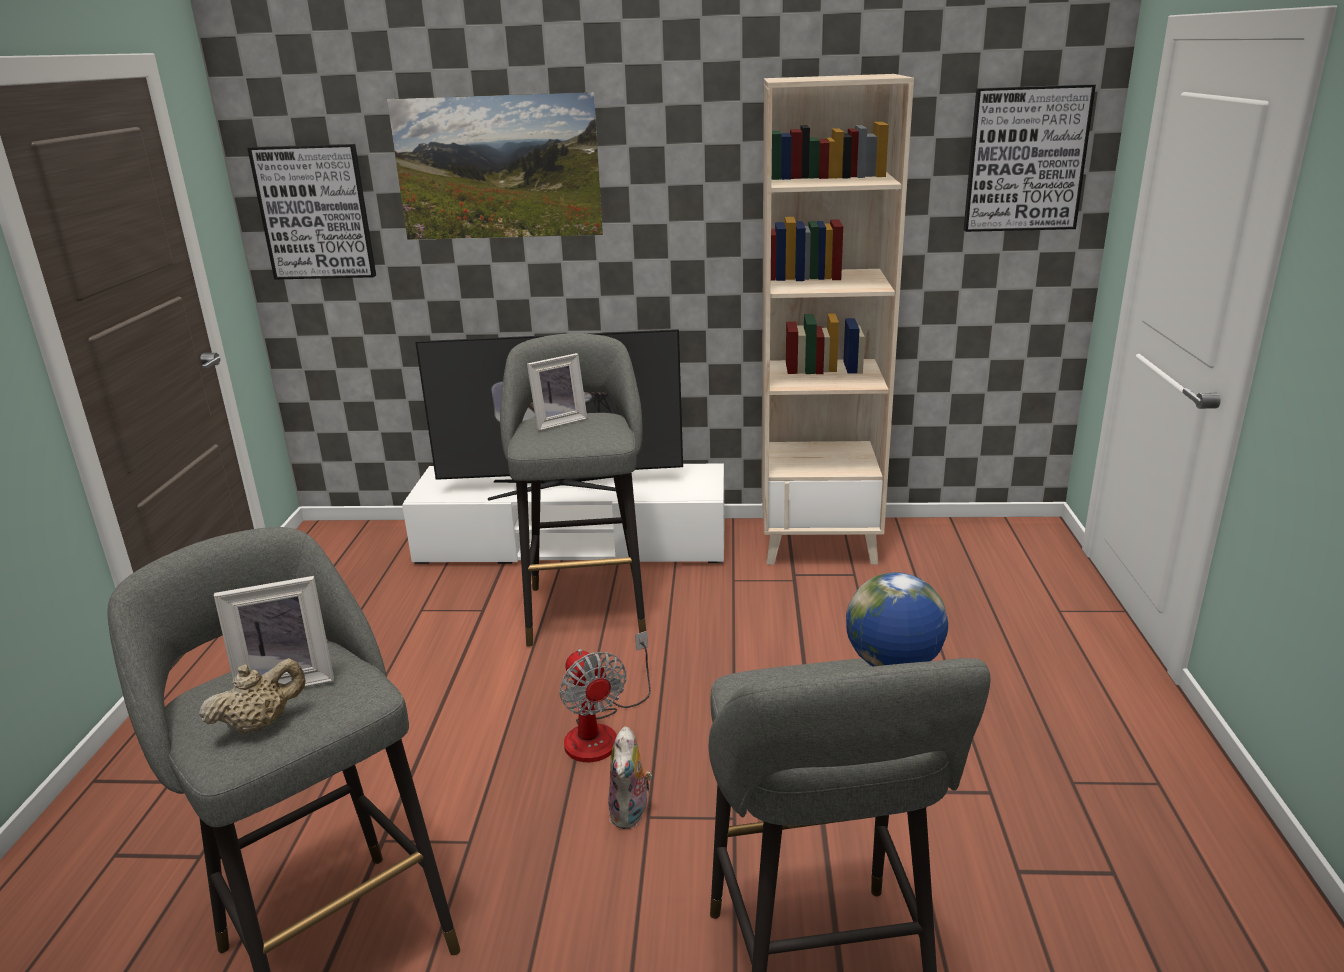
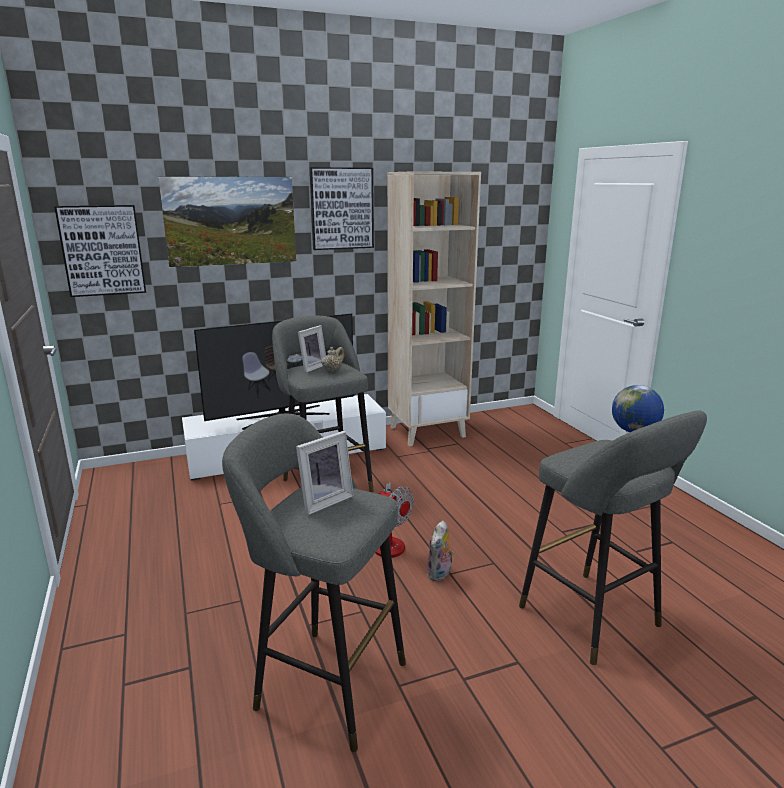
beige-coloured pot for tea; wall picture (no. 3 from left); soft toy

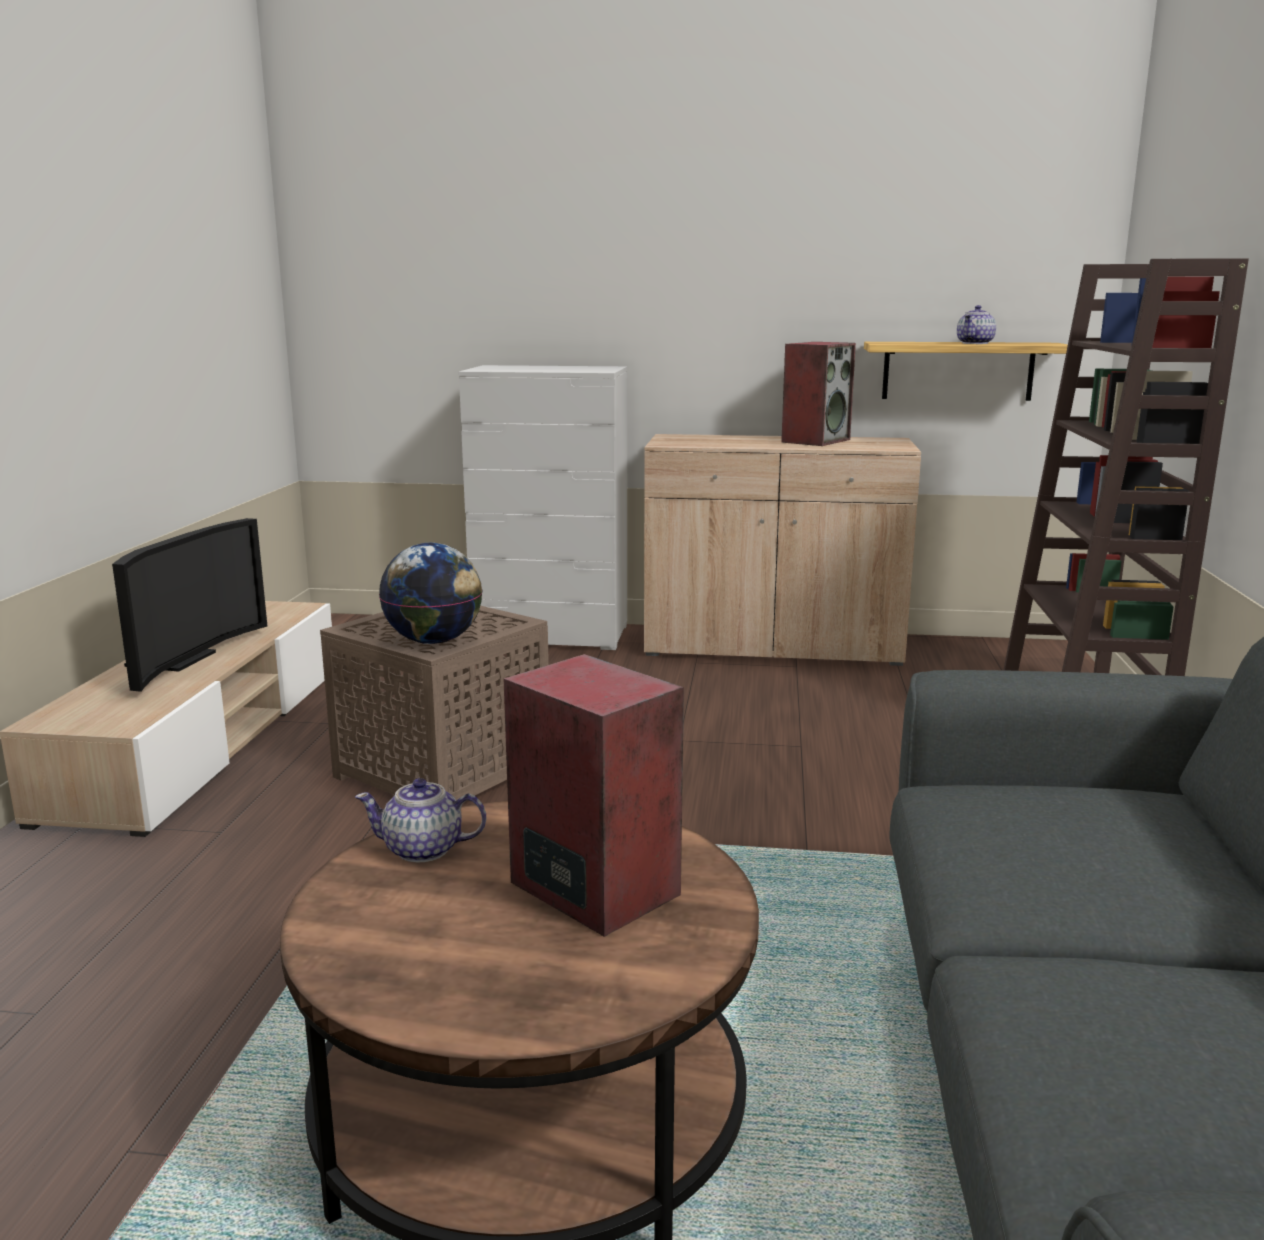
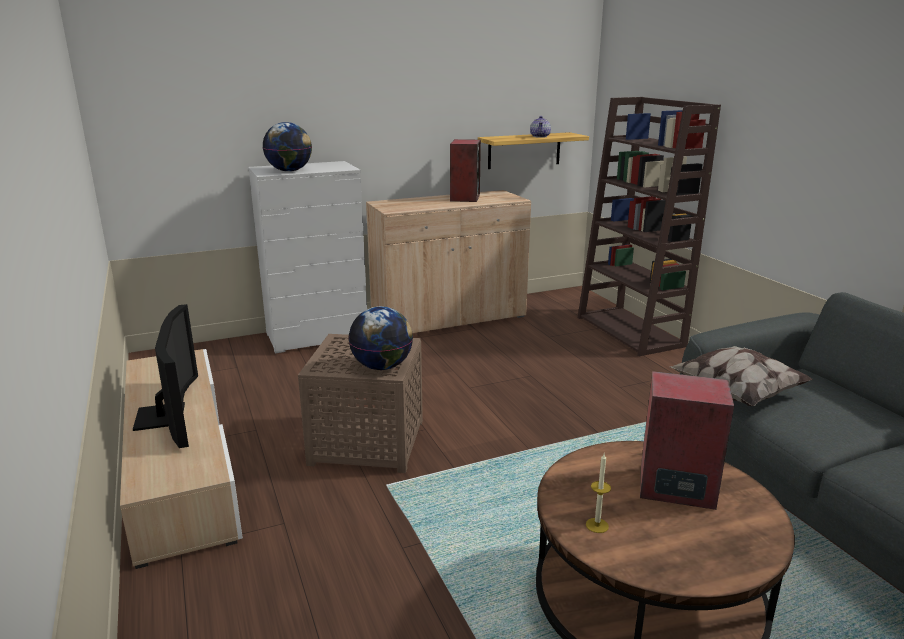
pot for tea (no. 1 from left in the first image); world globe (no. 1 from left); wax candle; cushion

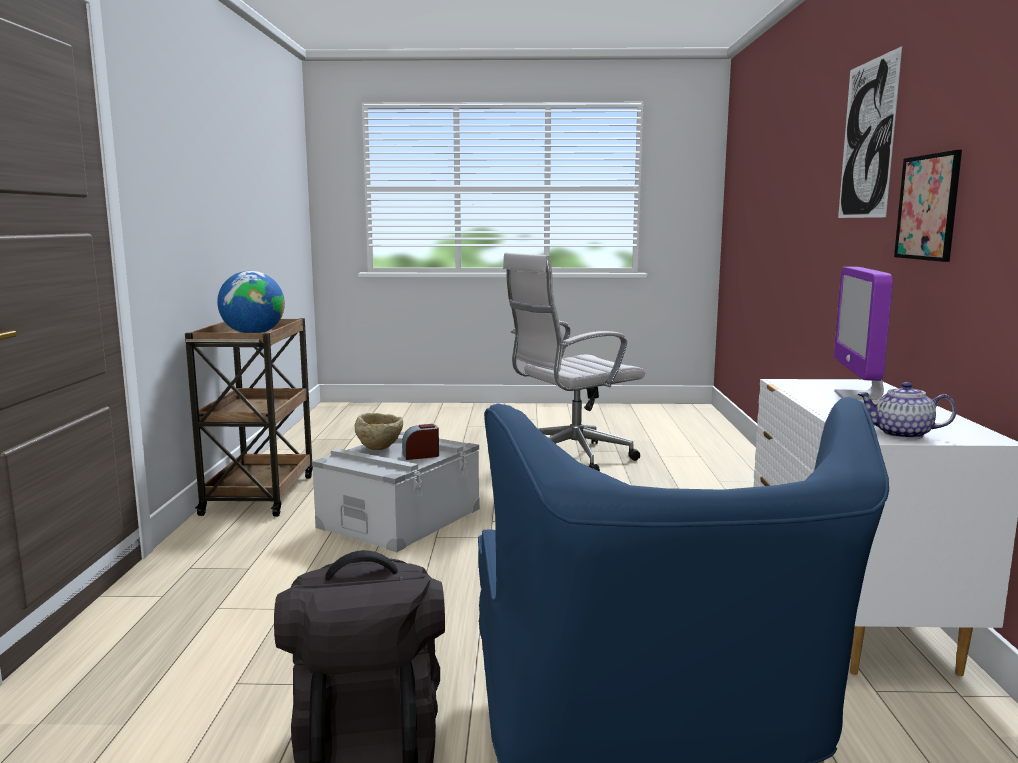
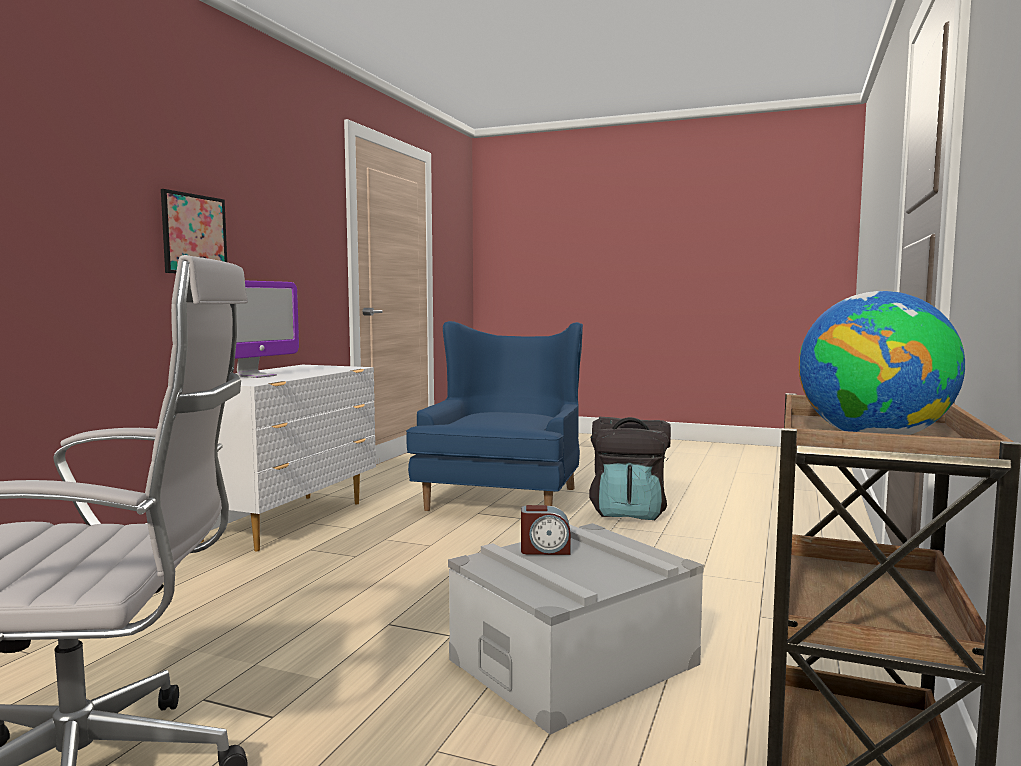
beige-coloured deep dish; wall picture (no. 1 from left in the first image); pot for tea

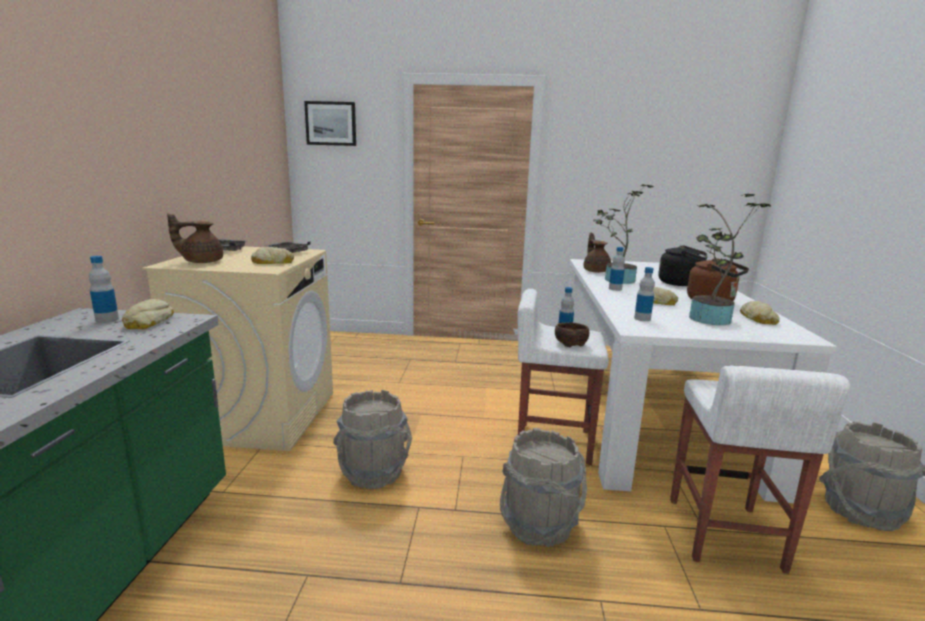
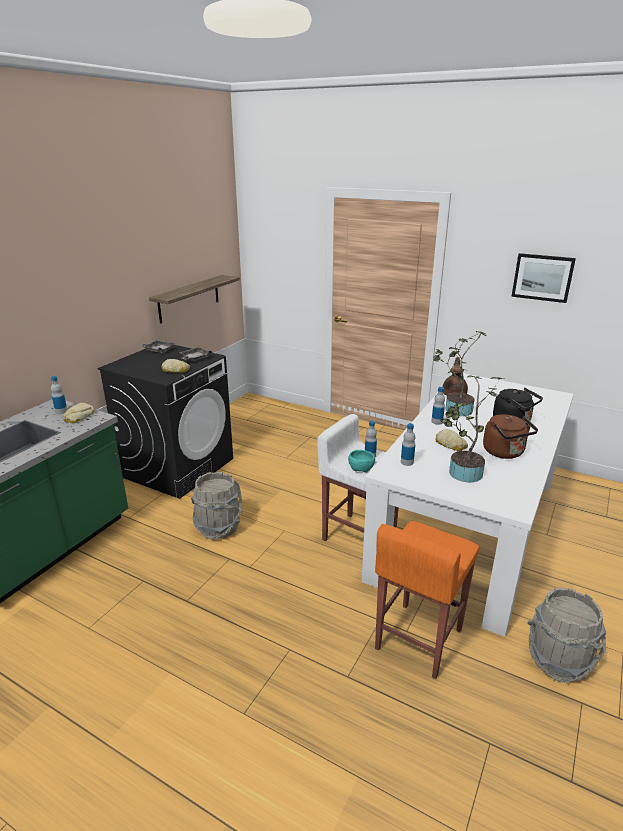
brown-coloured pot for tea (no. 1 from left in the first image); gray pail (no. 2 from left in the first image); bakery bread (no. 4 from left in the first image); shelf; wall picture; black laundry appliance; turquoise-coloured deep dish; orange stool seat

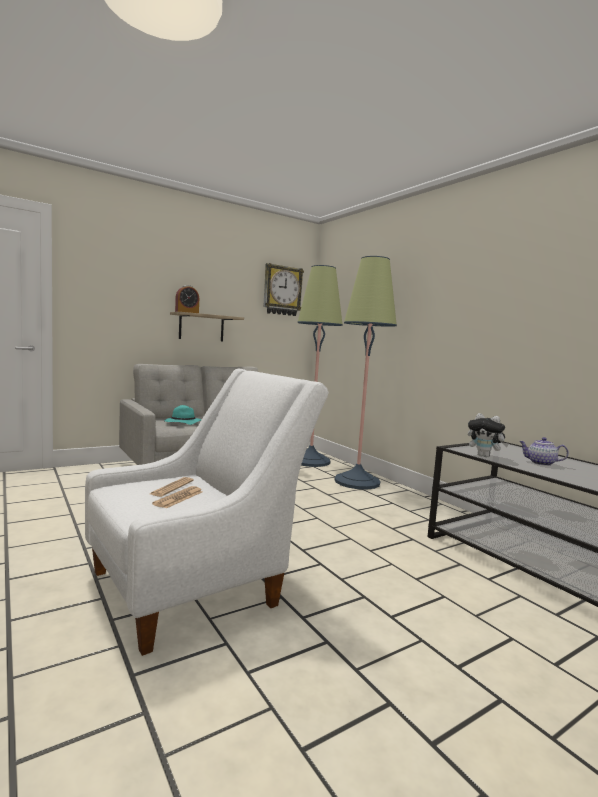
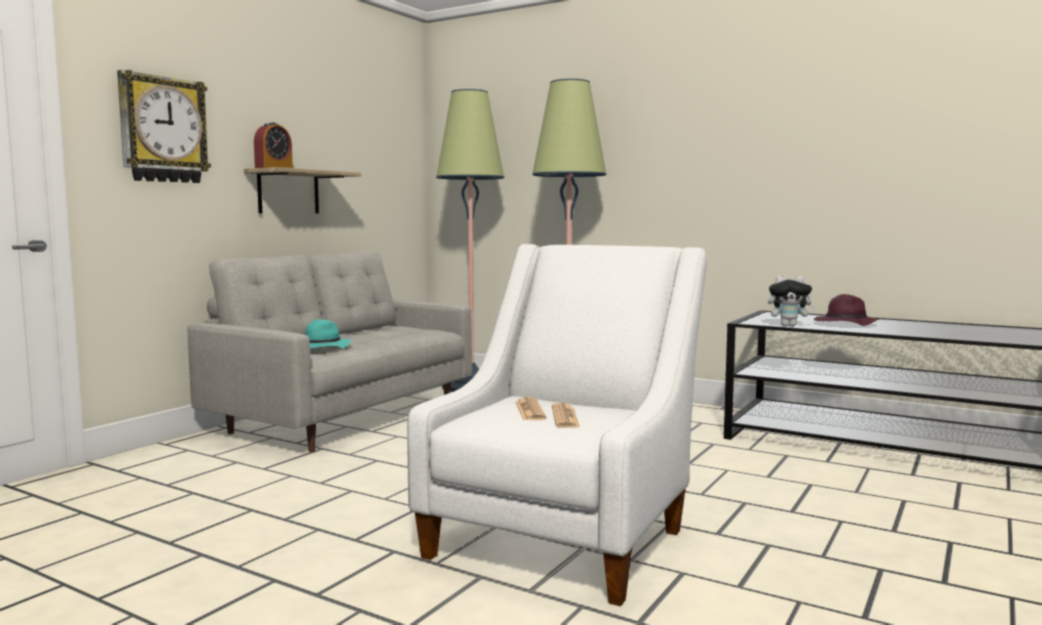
clock on the wall; purple-coloured clothing hat

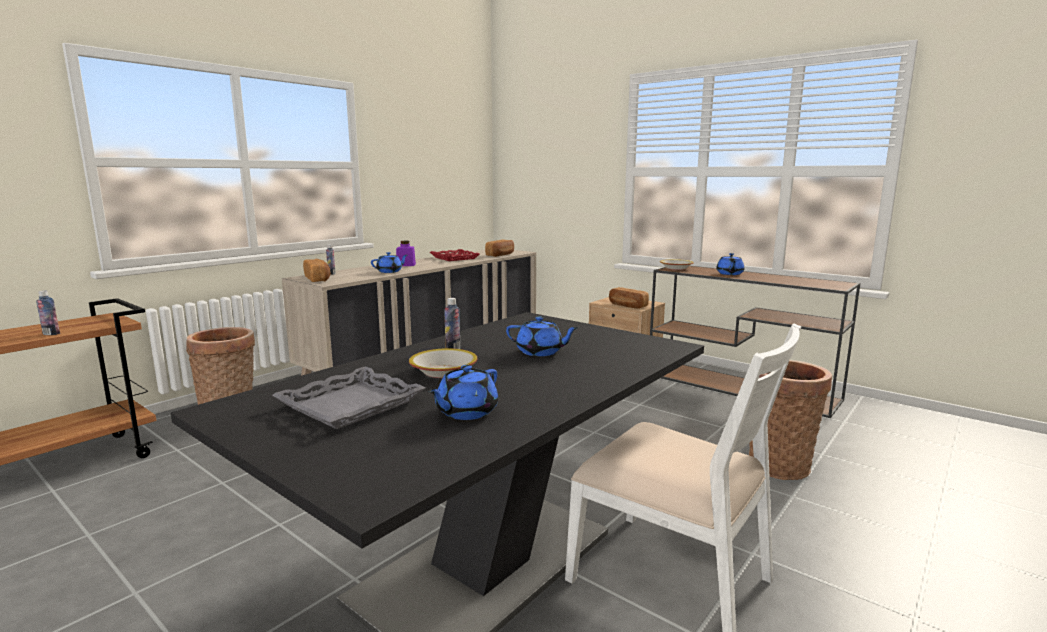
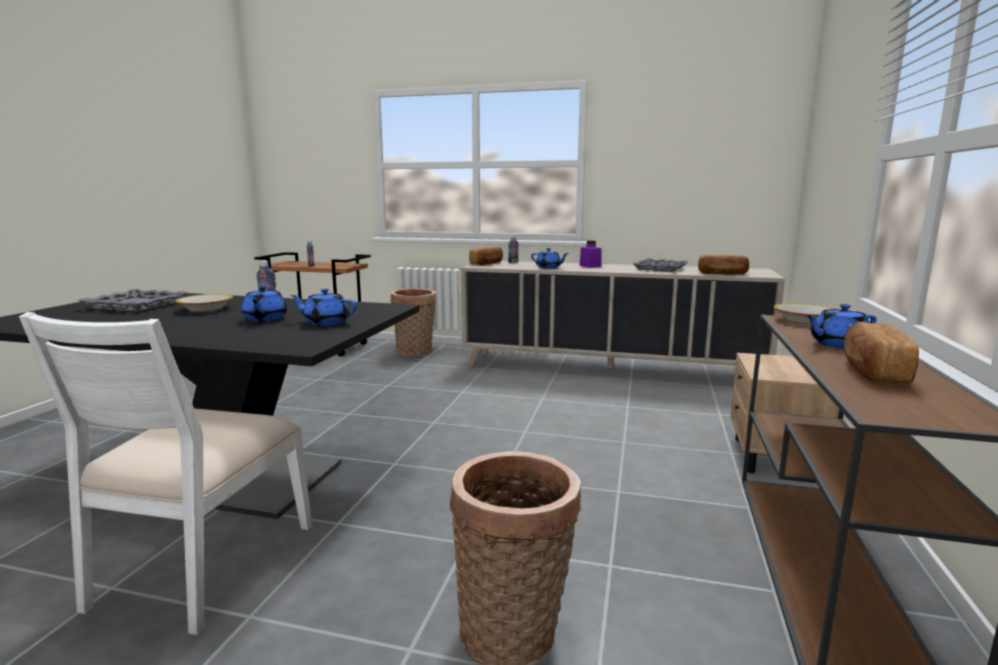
blue pot for tea (no. 2 from left); bakery bread (no. 3 from left); gray carrying tray (no. 2 from left)

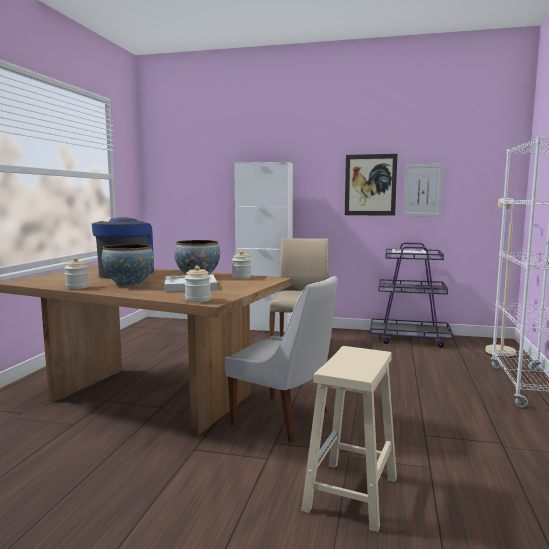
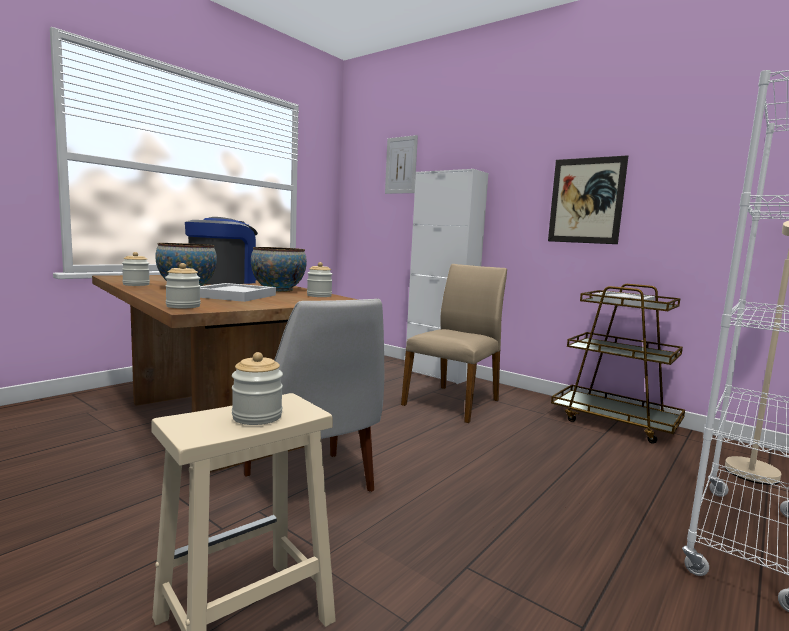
jar (no. 3 from left); wall picture (no. 1 from left); brown-coloured trolley

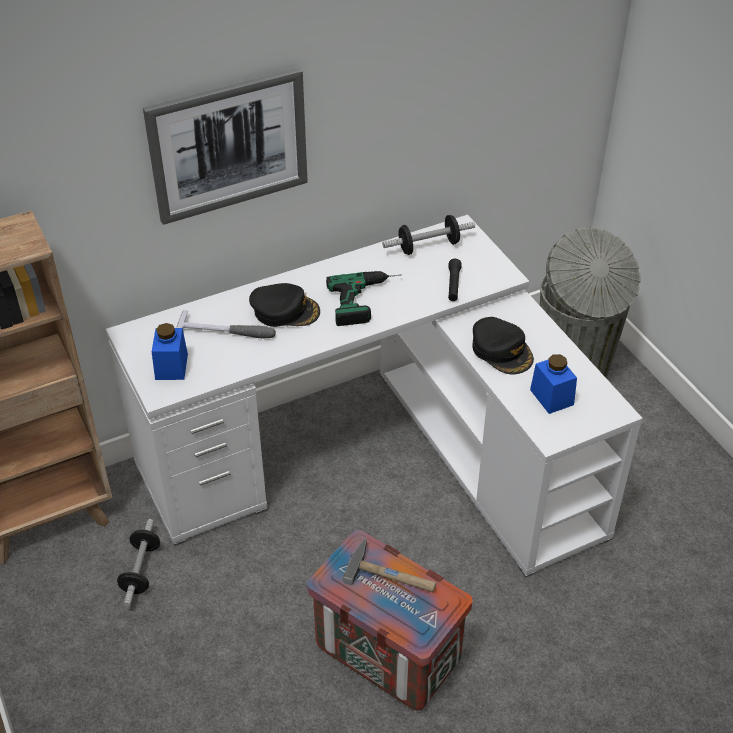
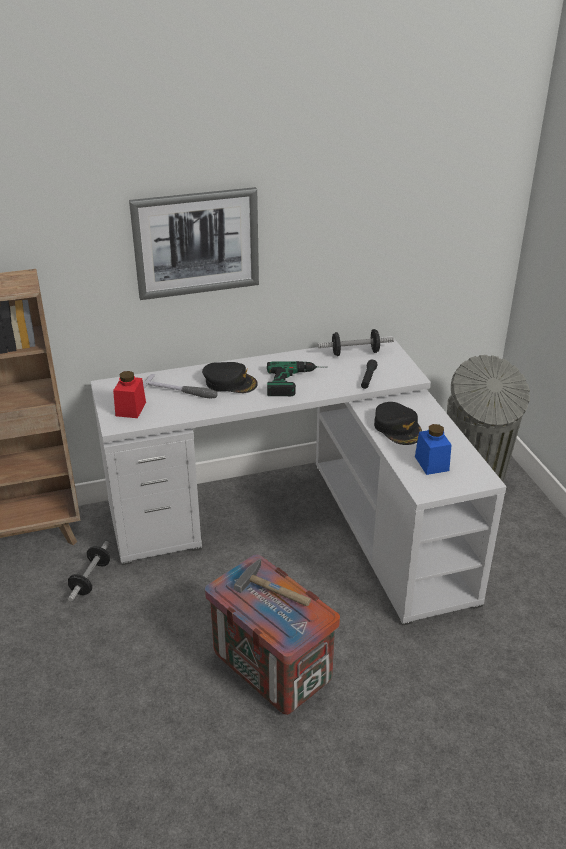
red-coloured jar

